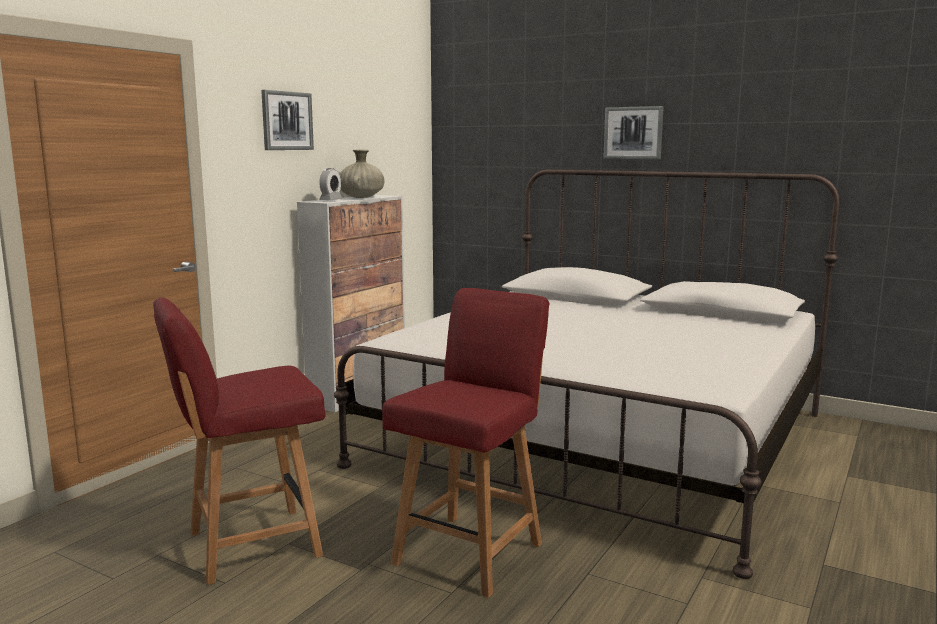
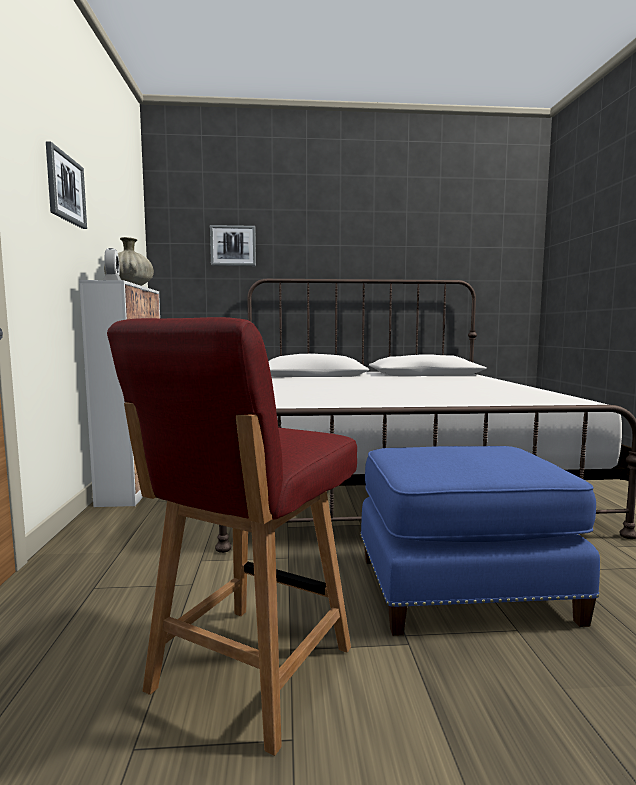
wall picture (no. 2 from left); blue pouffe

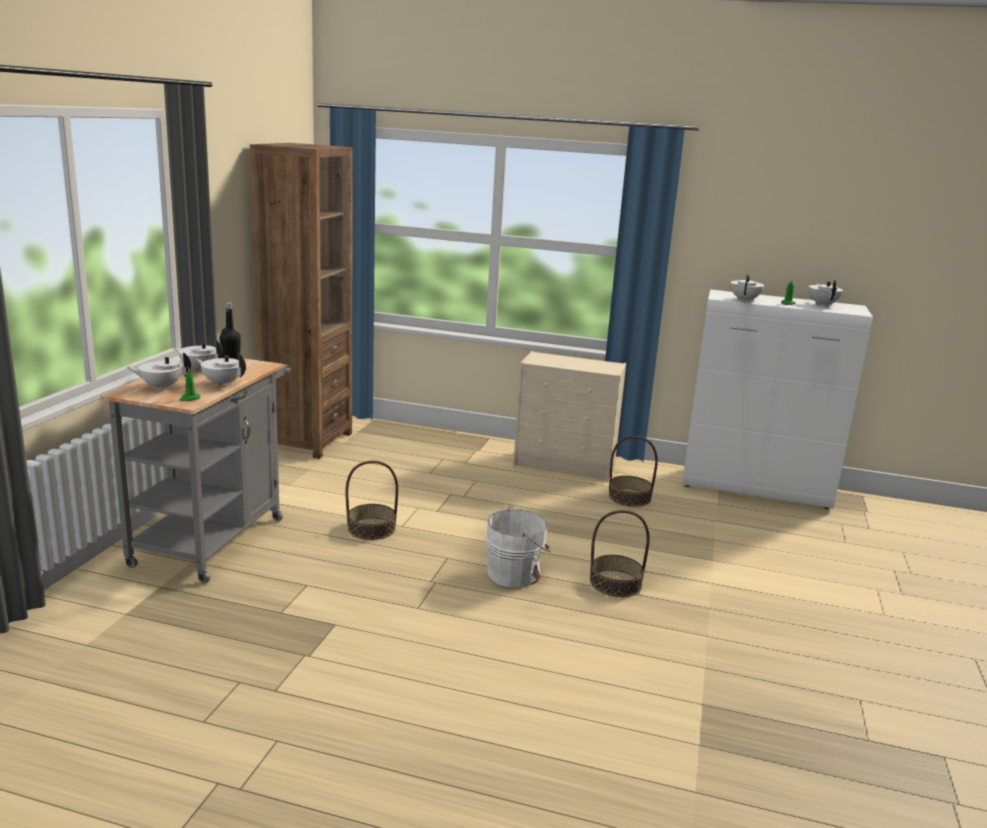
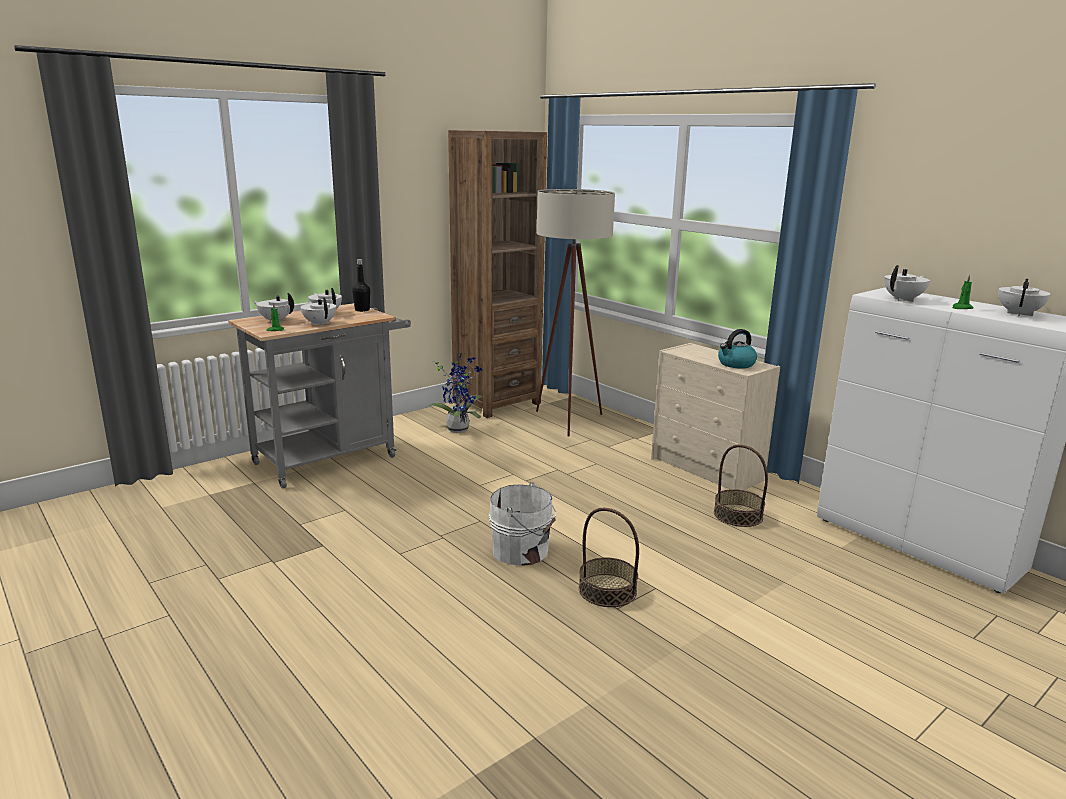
household basket (no. 1 from left in the first image); potted plant; beige-coloured floor lamp; tea kettle

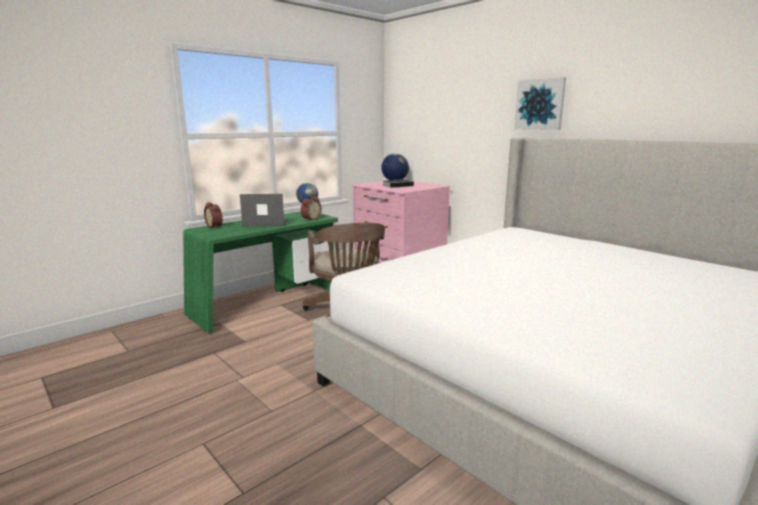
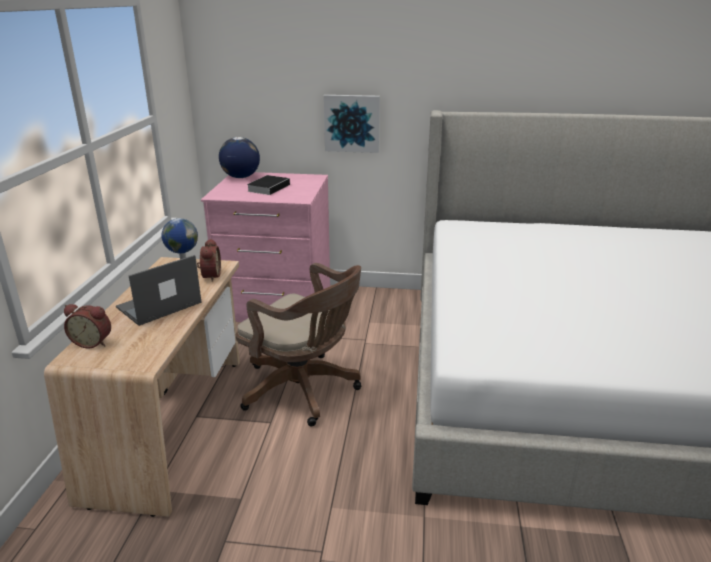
wall picture; beige-coloured desk unit

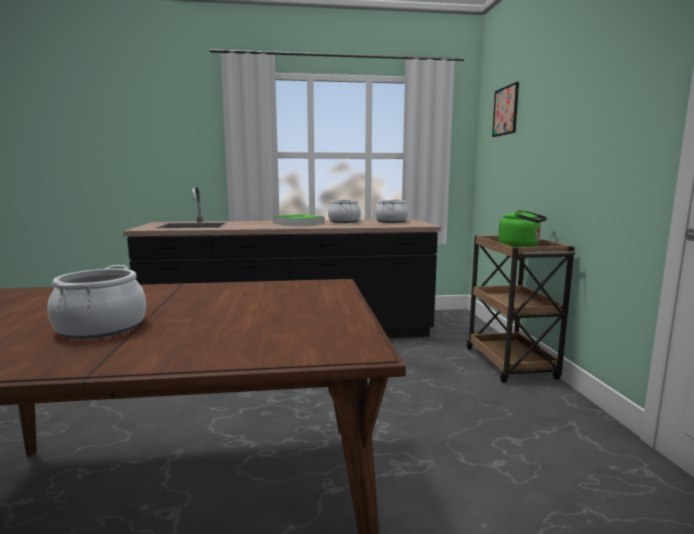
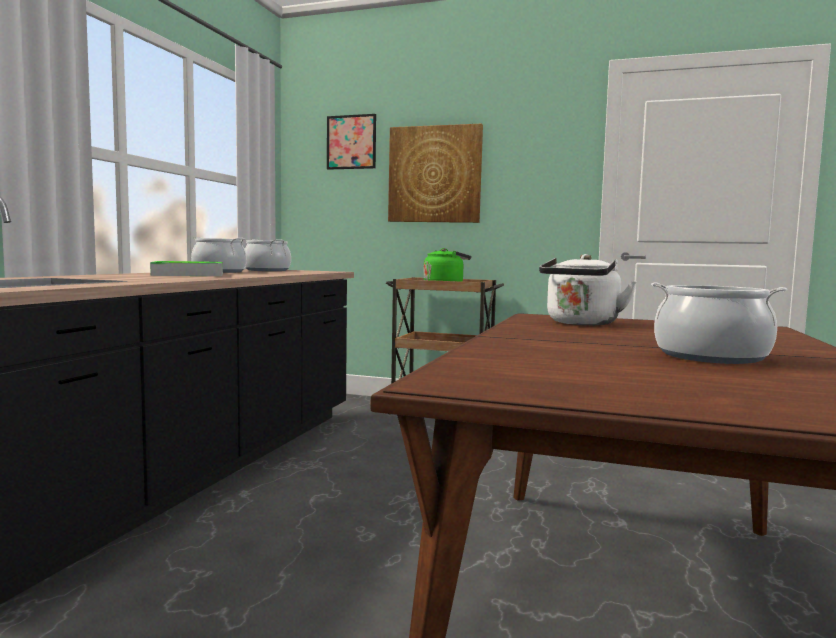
wall picture (no. 2 from left); whitish tea kettle

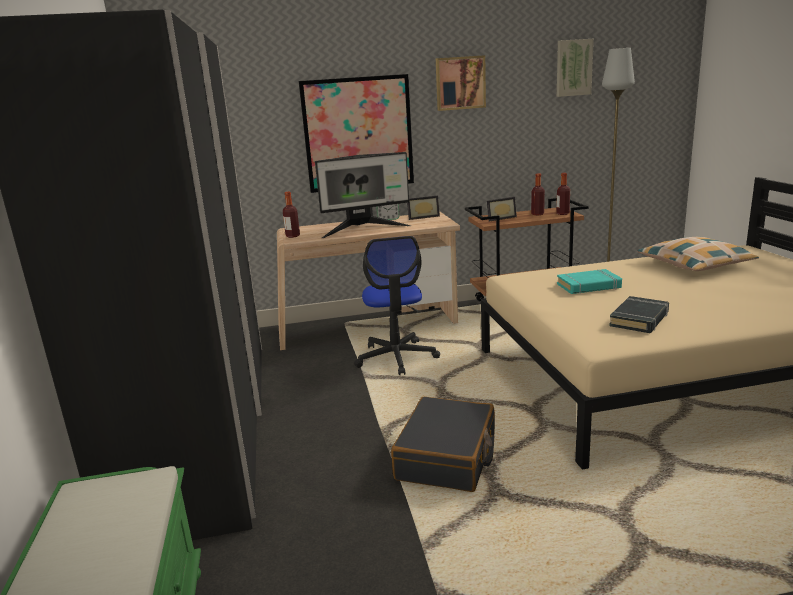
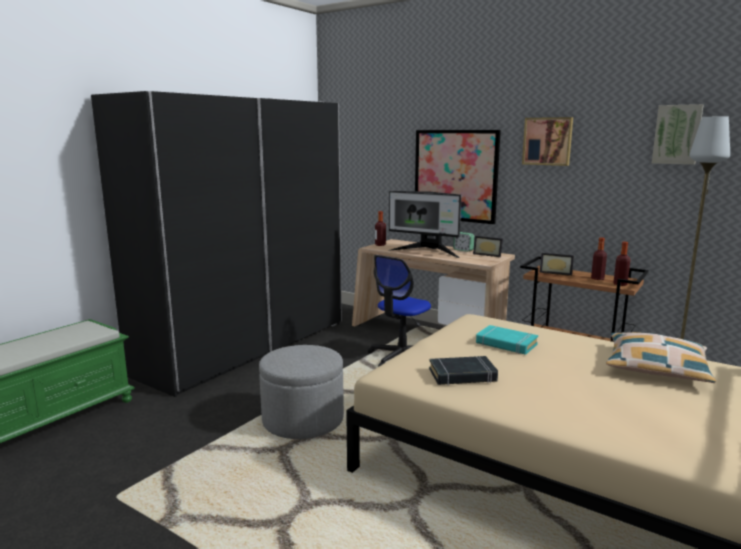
gray pouffe

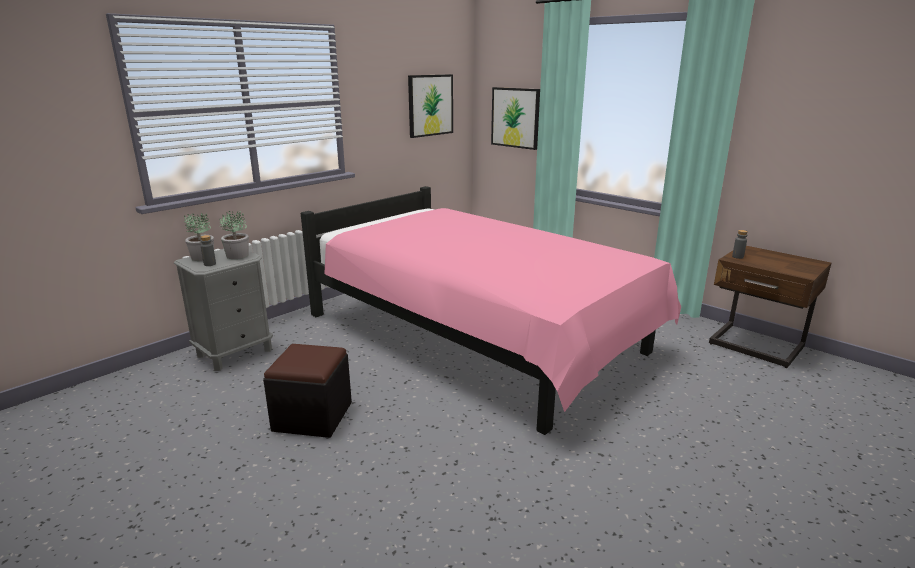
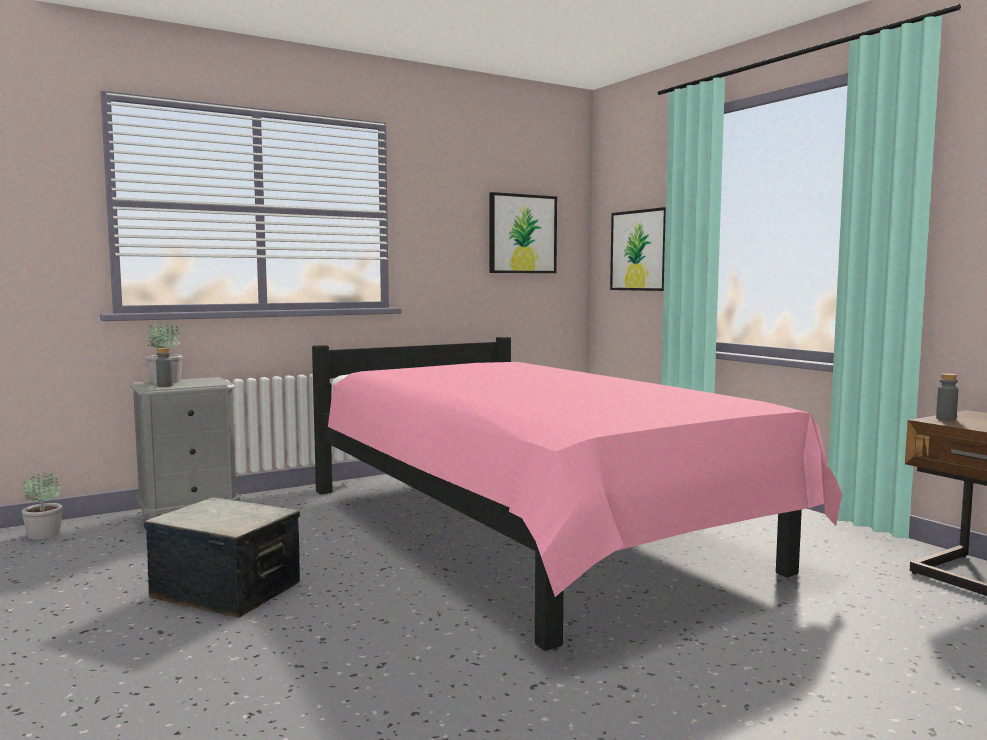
potted plant (no. 1 from left); storage container

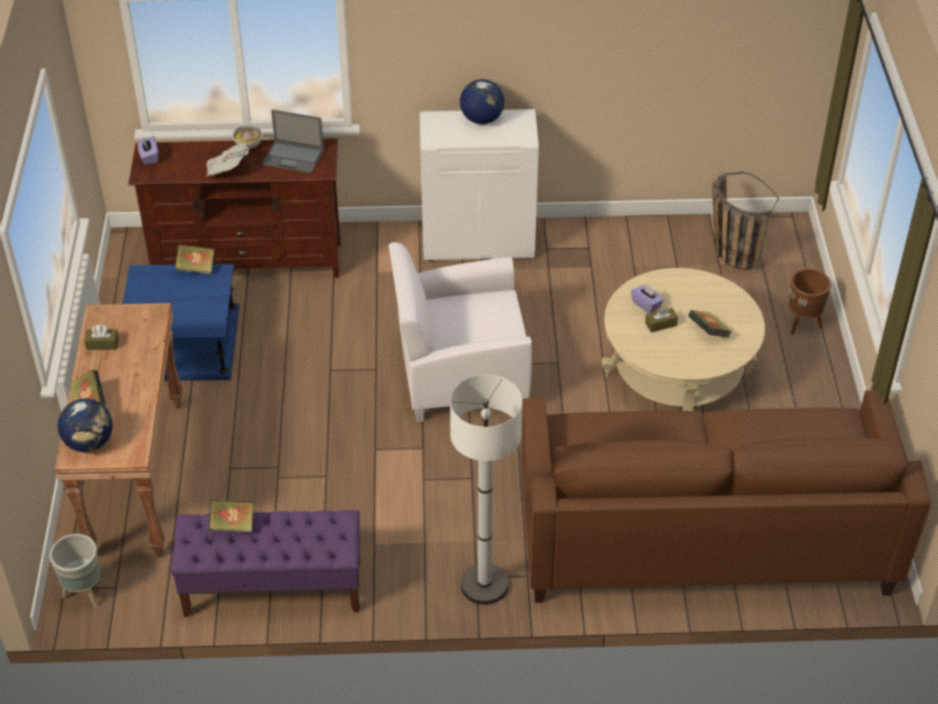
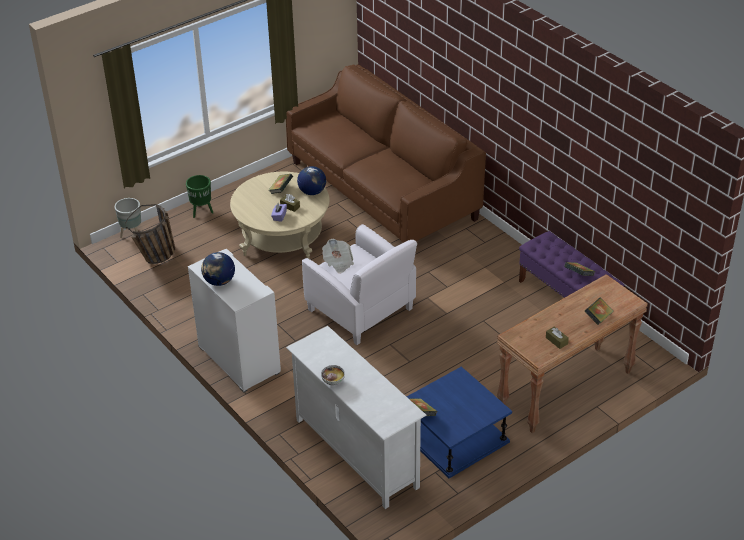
purple-coloured tissue box (no. 1 from left in the first image); notebook computer; whitish floor lamp; gray plant pot; world globe (no. 2 from left); daily paper; whitish tv unit; green-coloured plant pot

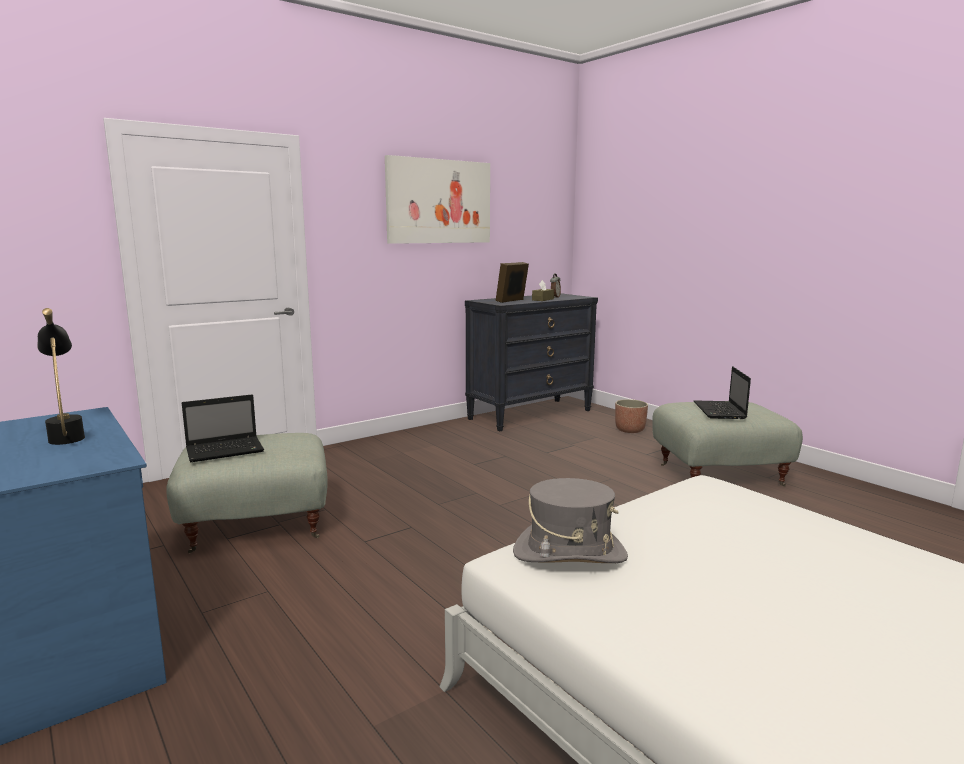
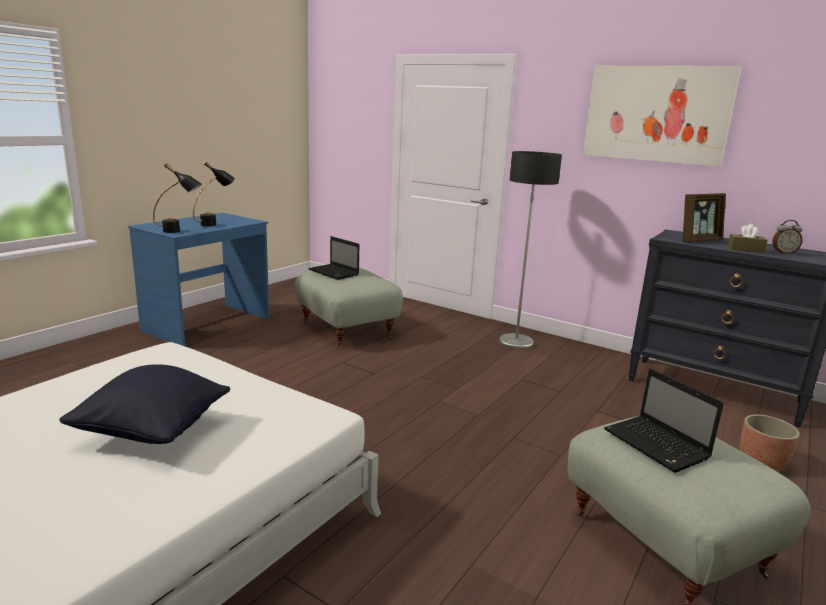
gray clothing hat; black cushion; black table lamp (no. 1 from left); floor lamp; picture frame; notebook computer (no. 2 from left)

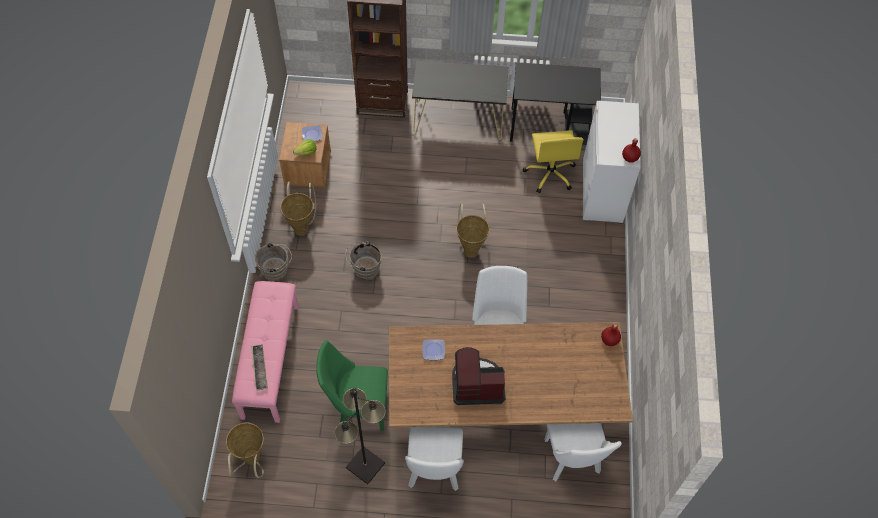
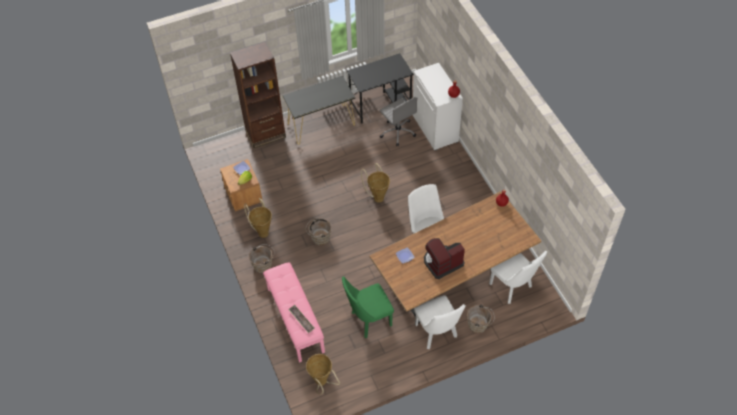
black floor lamp; brown-coloured pail (no. 3 from left); gray desk chair

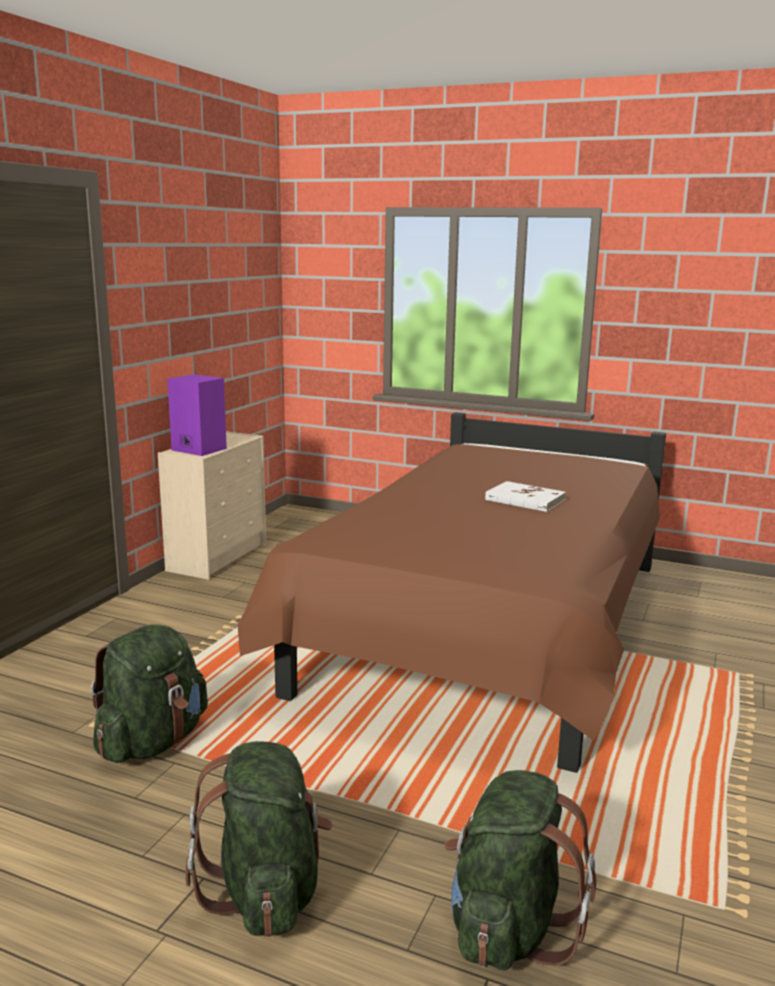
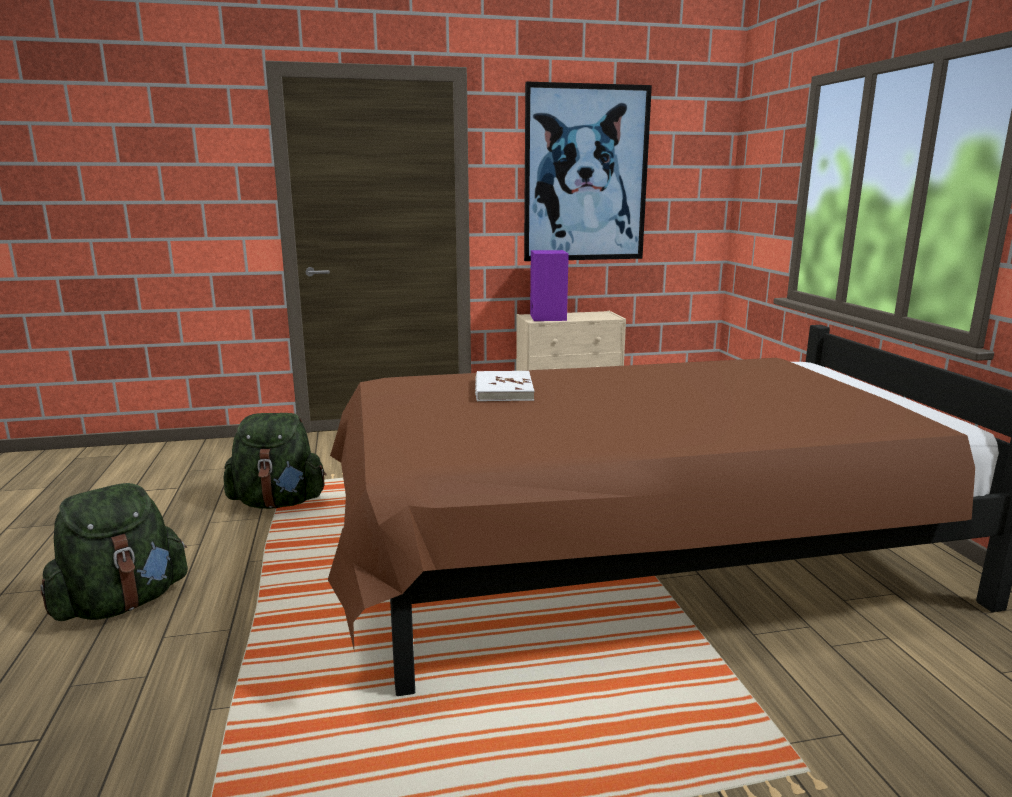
green-coloured knapsack (no. 3 from left in the first image); wall picture; whitish volume

